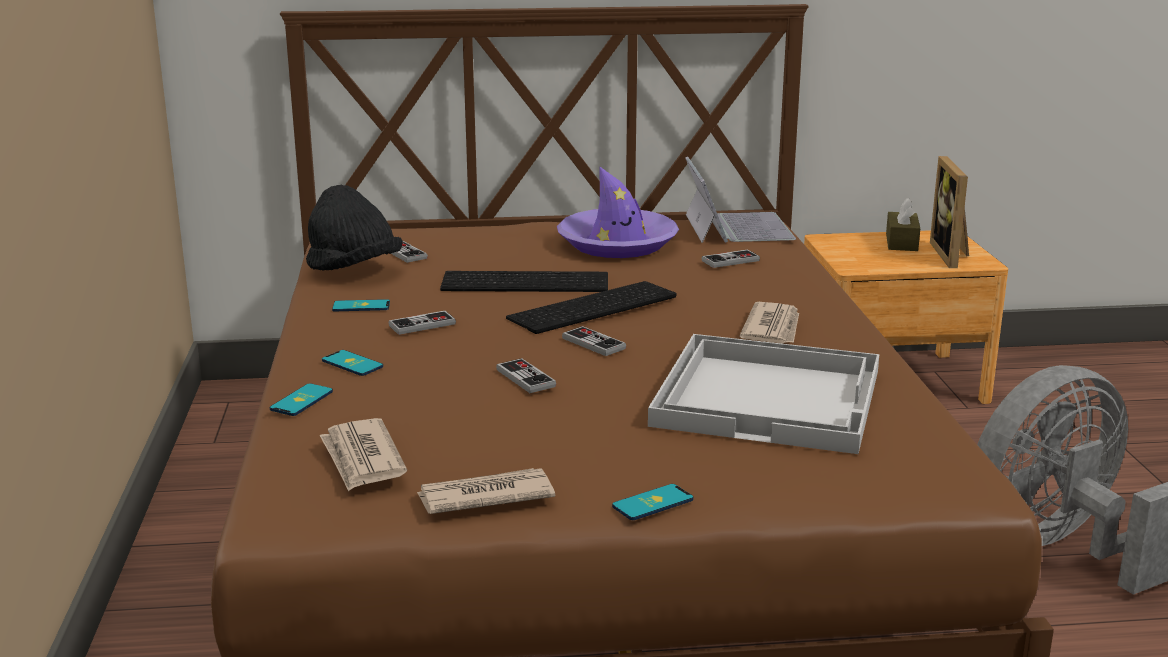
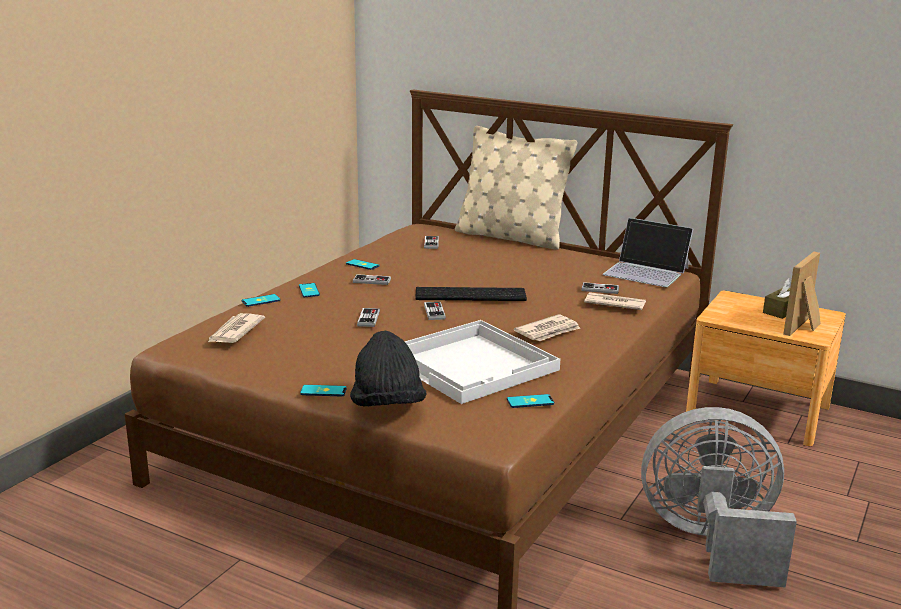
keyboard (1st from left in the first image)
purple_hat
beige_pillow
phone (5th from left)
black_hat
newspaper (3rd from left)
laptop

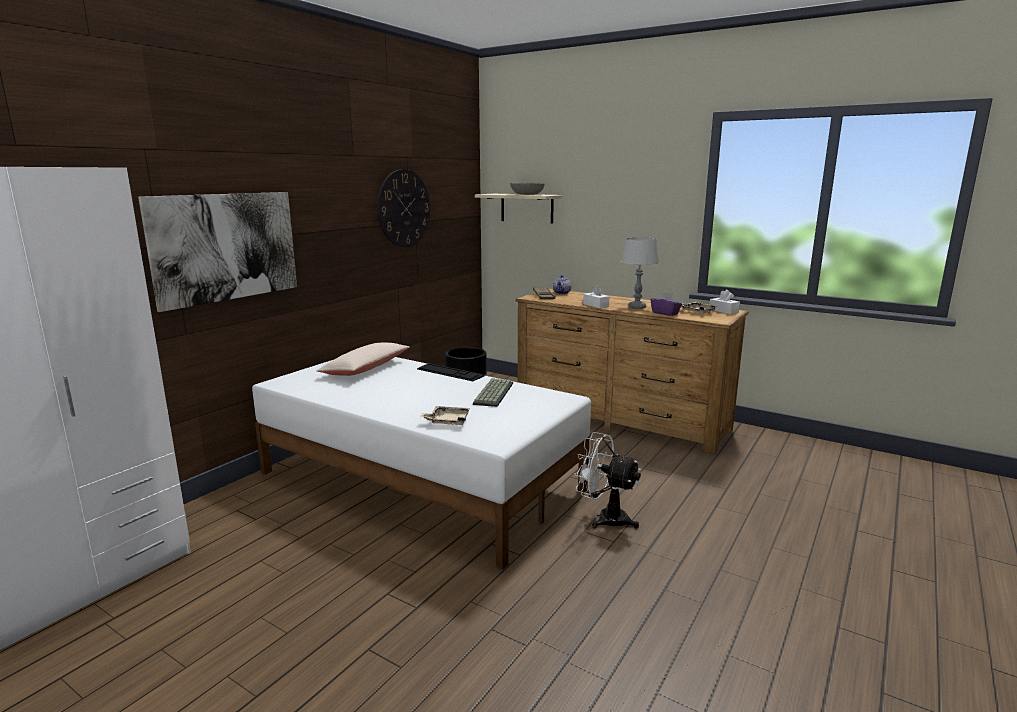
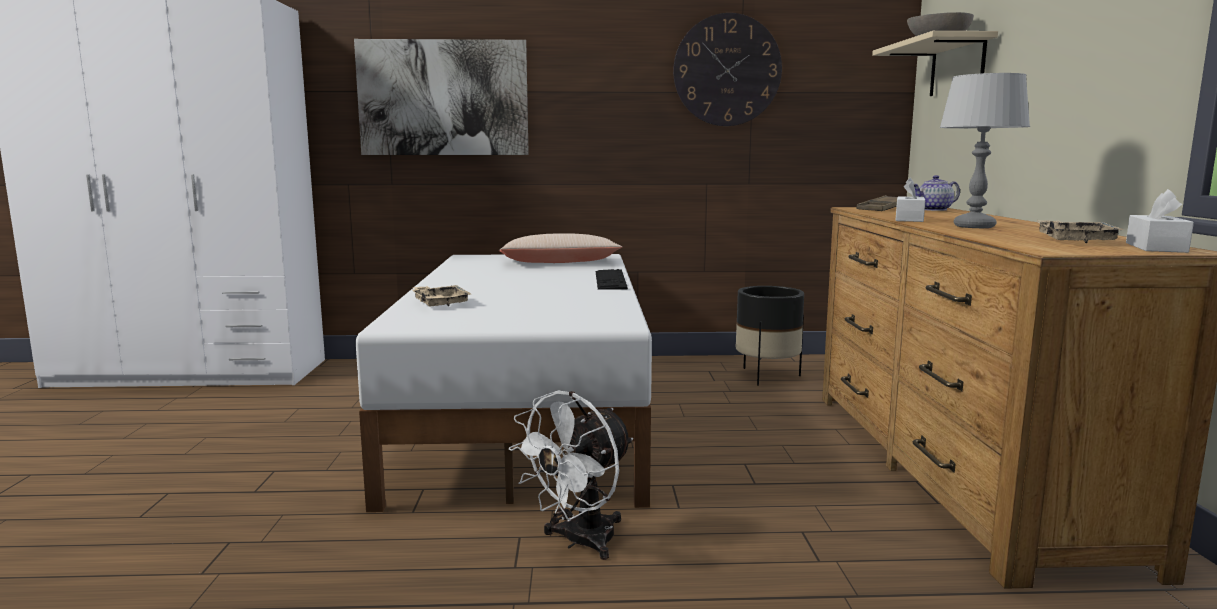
keyboard (2nd from left in the first image)
purple_tissue_box
white_fan

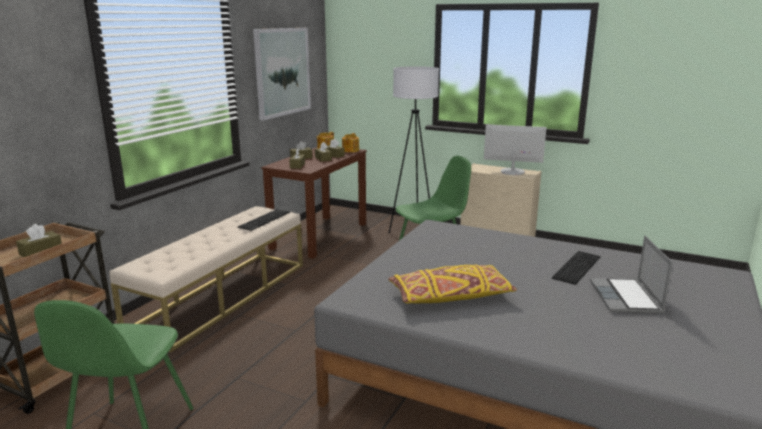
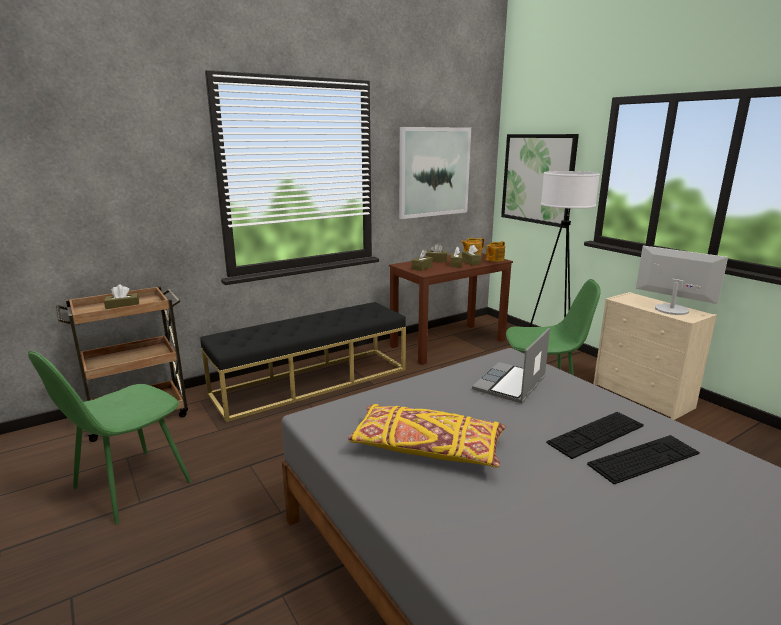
picture (2nd from left)
keyboard (1st from left)
laptop
black_bench

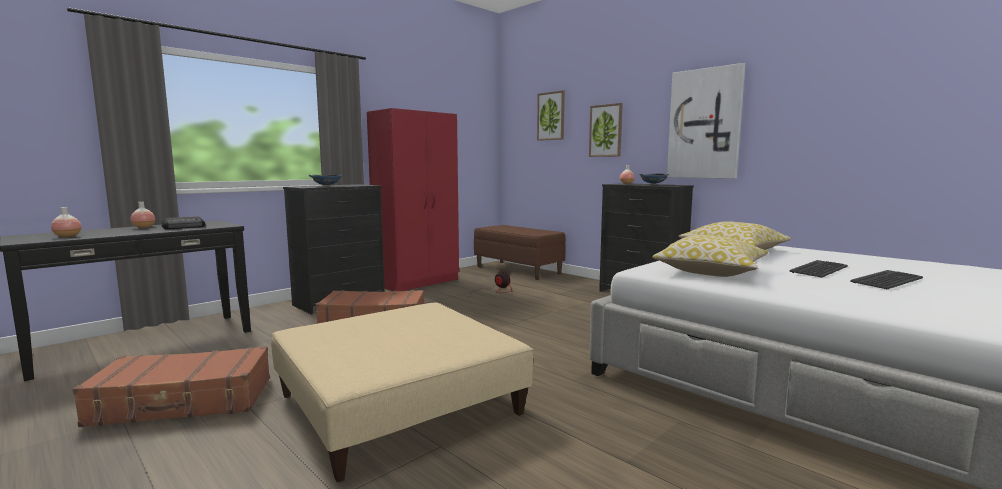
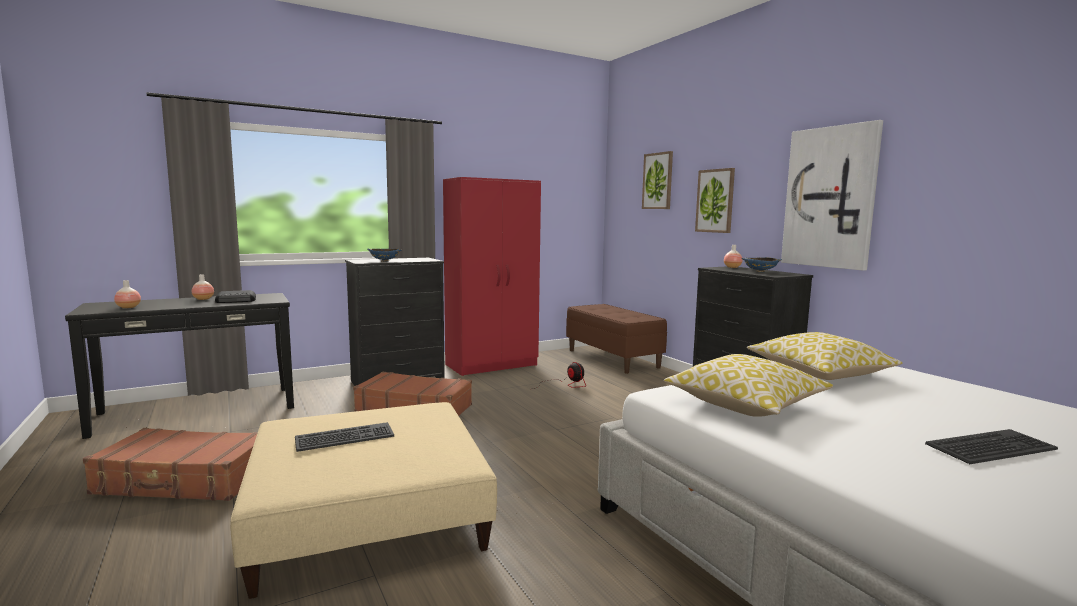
keyboard (1st from left)

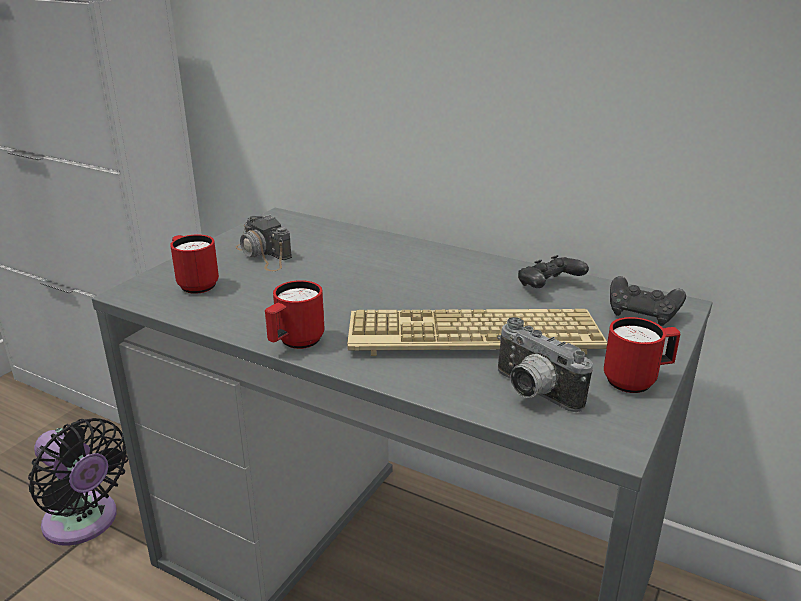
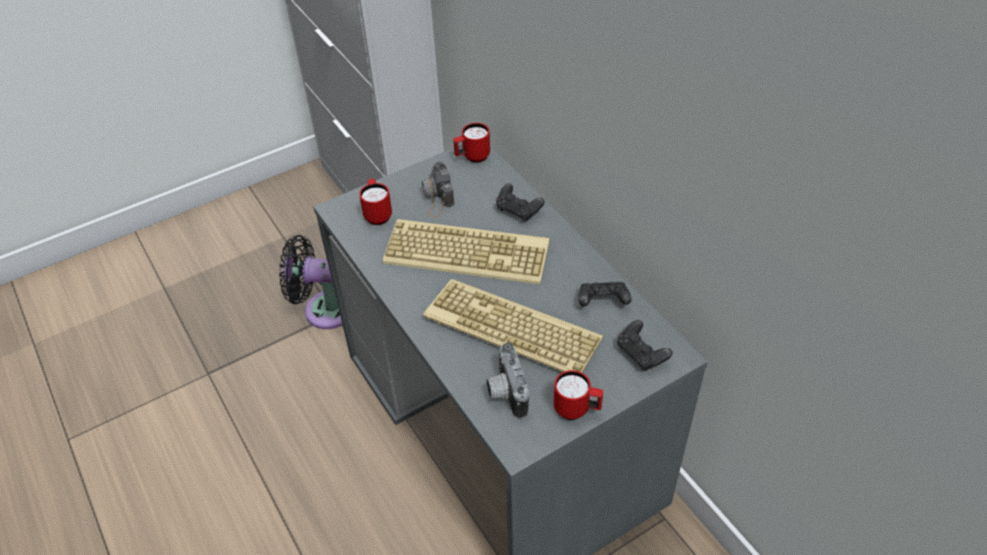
keyboard (1st from left)
black_game_controller (1st from left)
red_mug (2nd from left)
black_fan

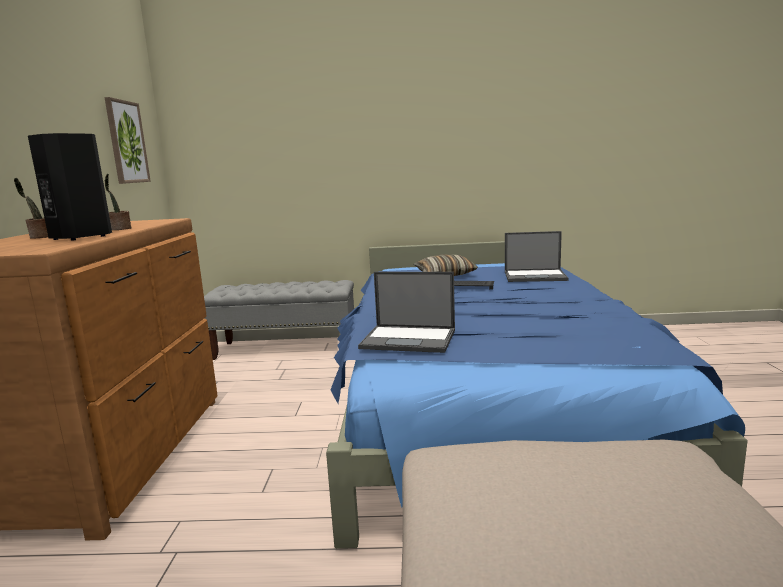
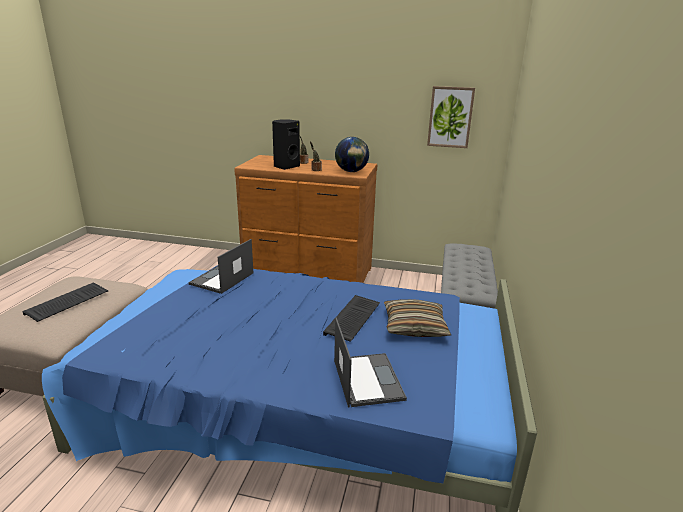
keyboard (1st from left)
globe
laptop (2nd from left)

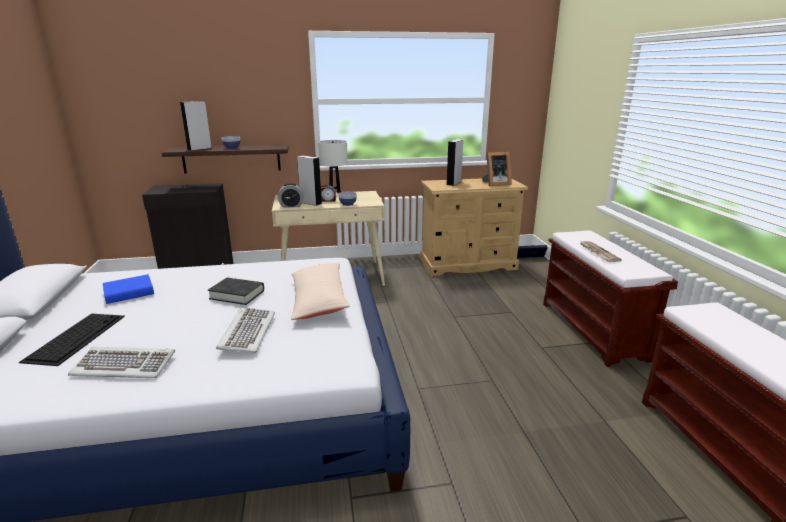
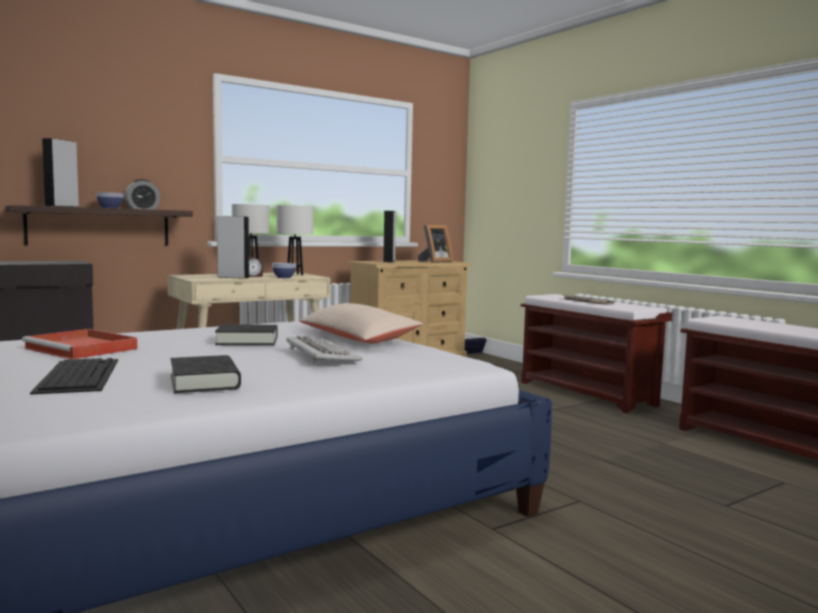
white_table_lamp (2nd from left)
alarm_clock (1st from left)
black_book (1st from left)
red_tray

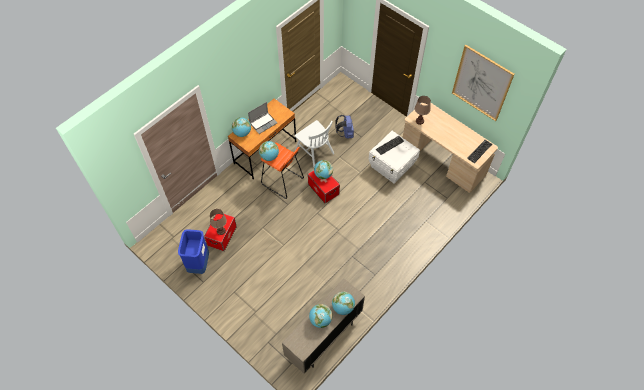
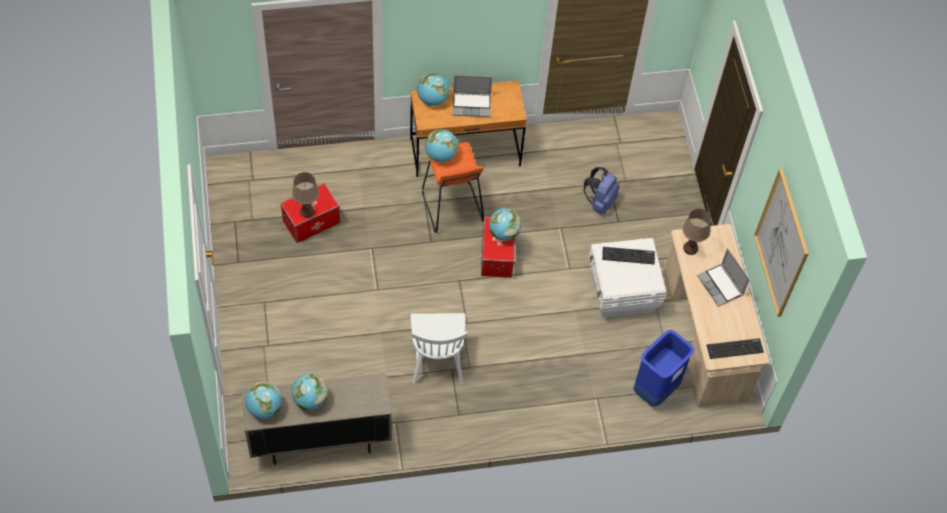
laptop (2nd from left)
blue_trash_can
white_chair
globe (1st from left)

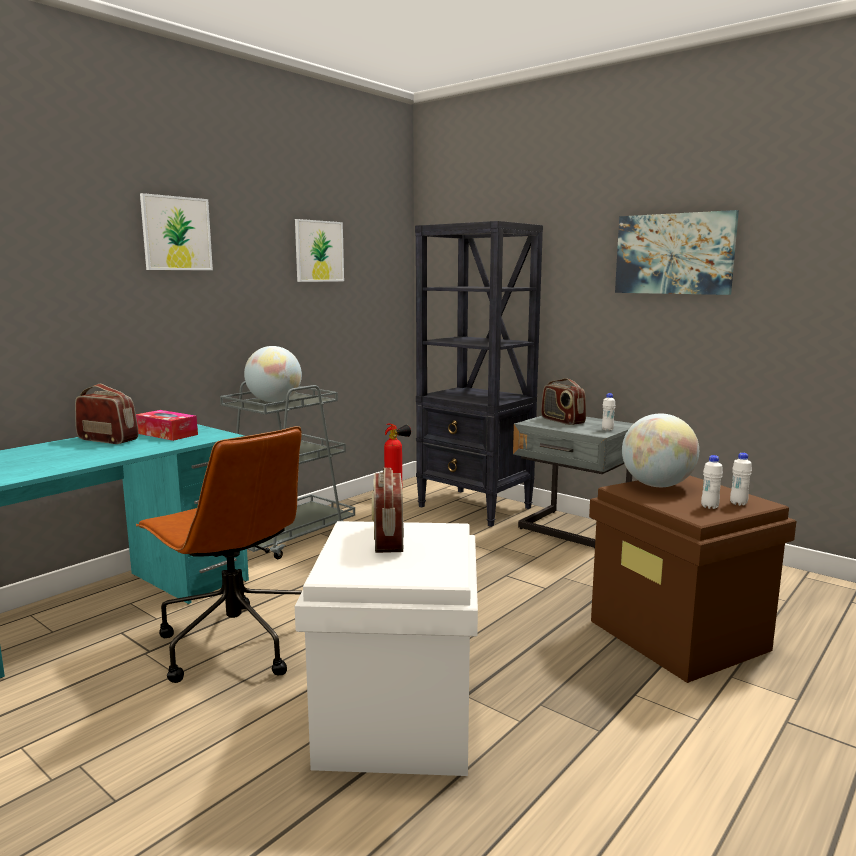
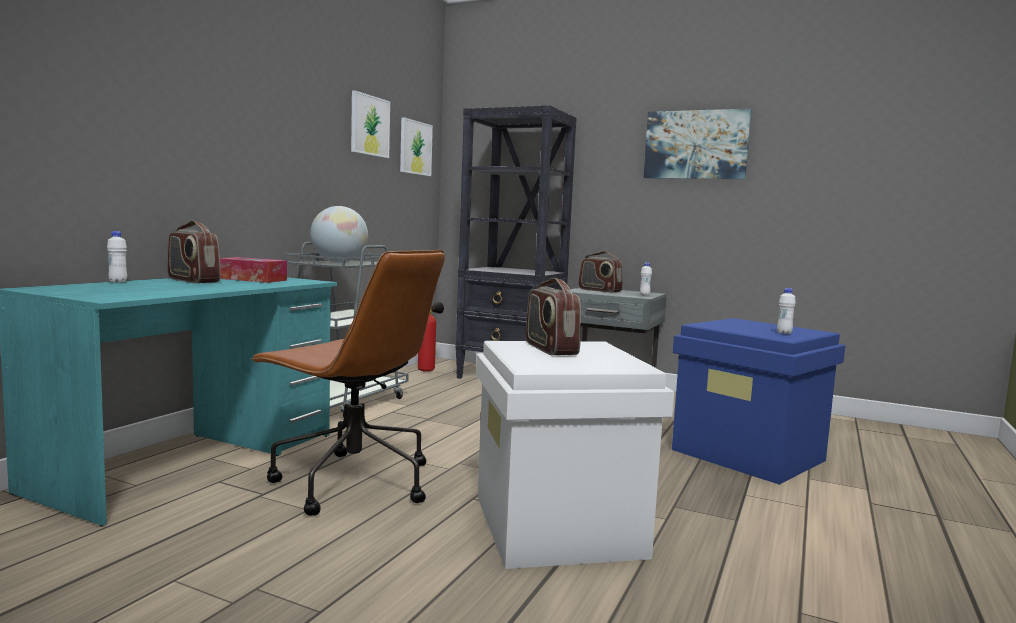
globe (2nd from left in the first image)
picture (2nd from left)
white_bottle (1st from left)
blue_storage_box
radio (1st from left)

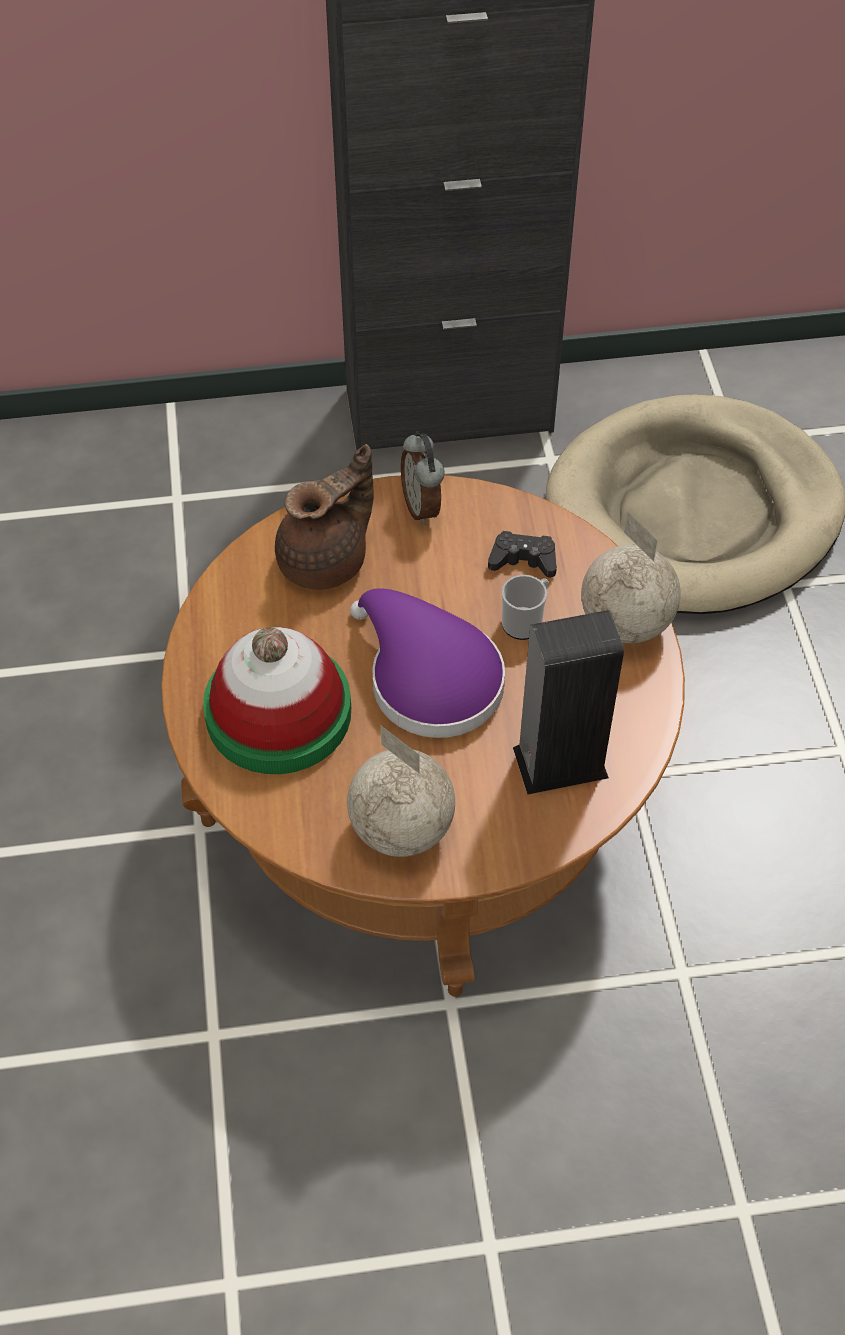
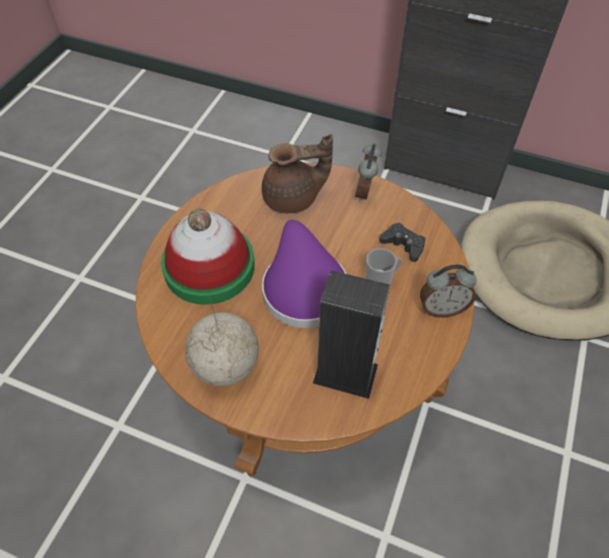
alarm_clock (2nd from left)

